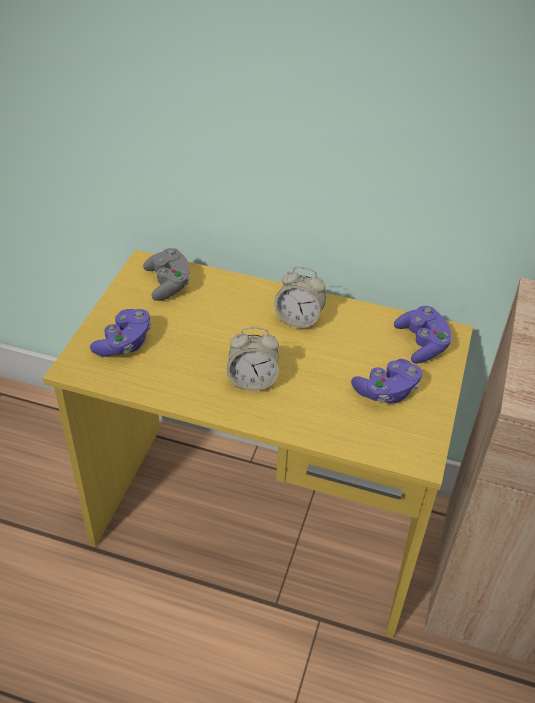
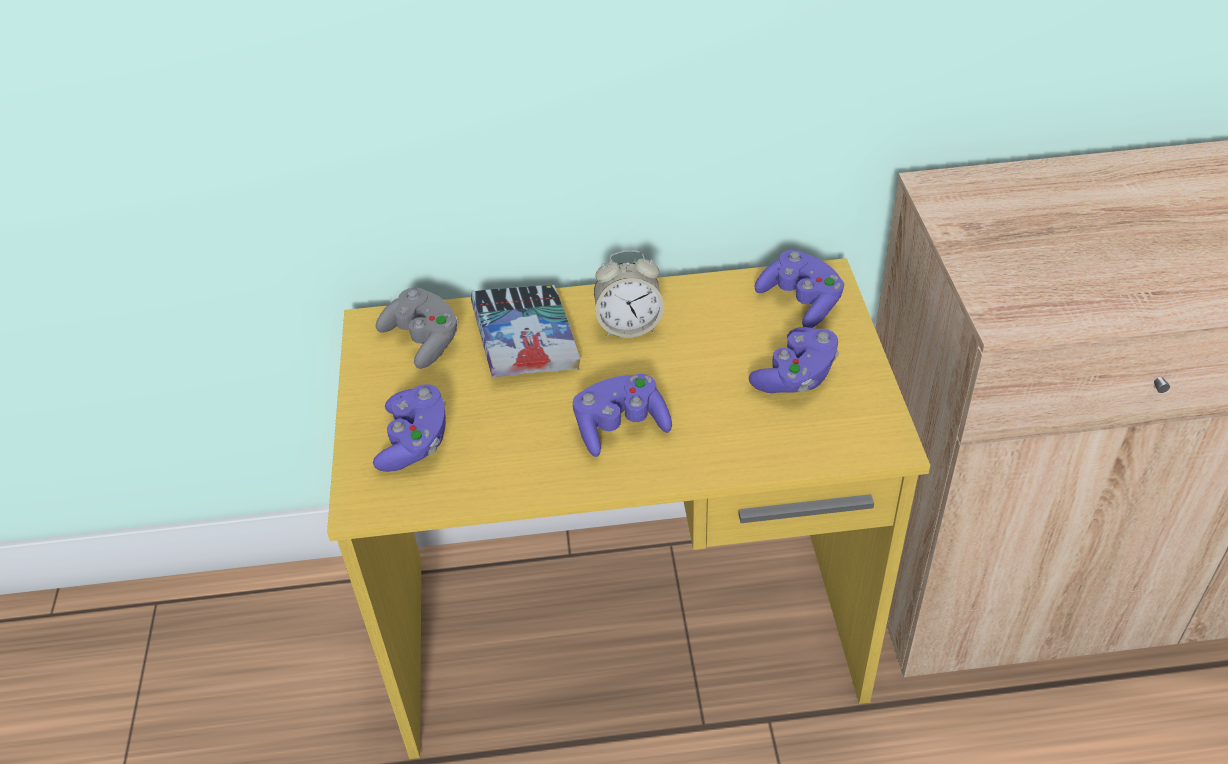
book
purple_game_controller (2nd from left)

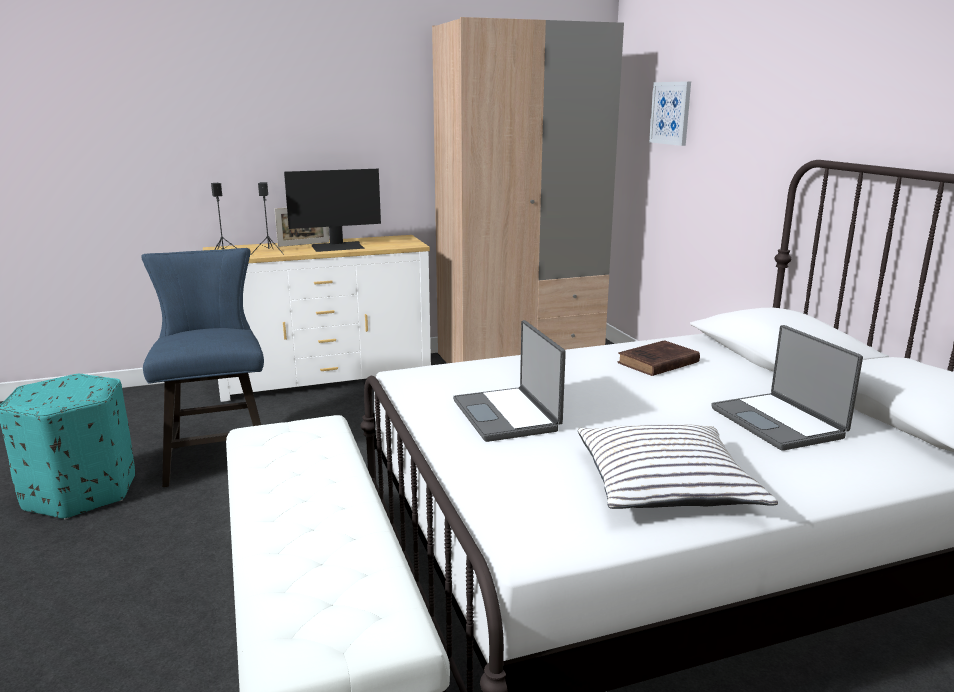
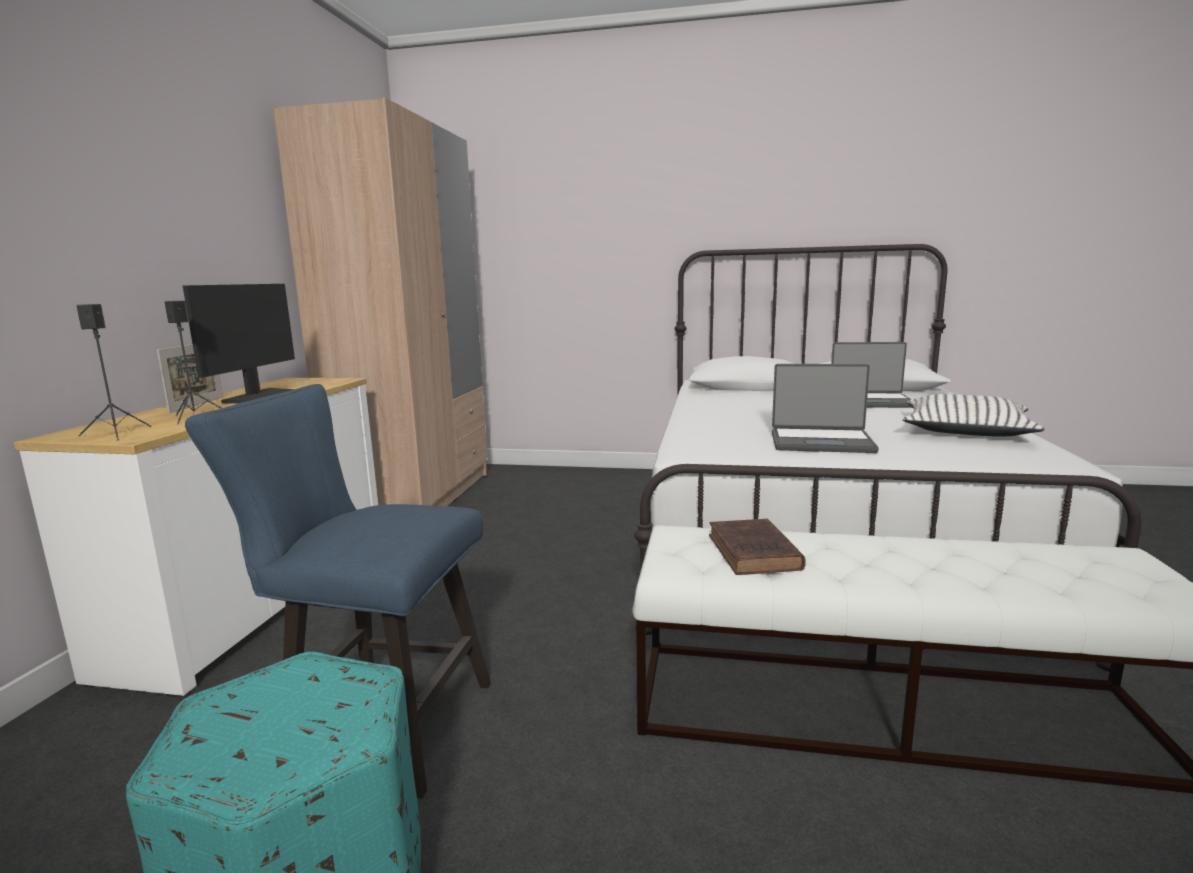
picture
brown_book

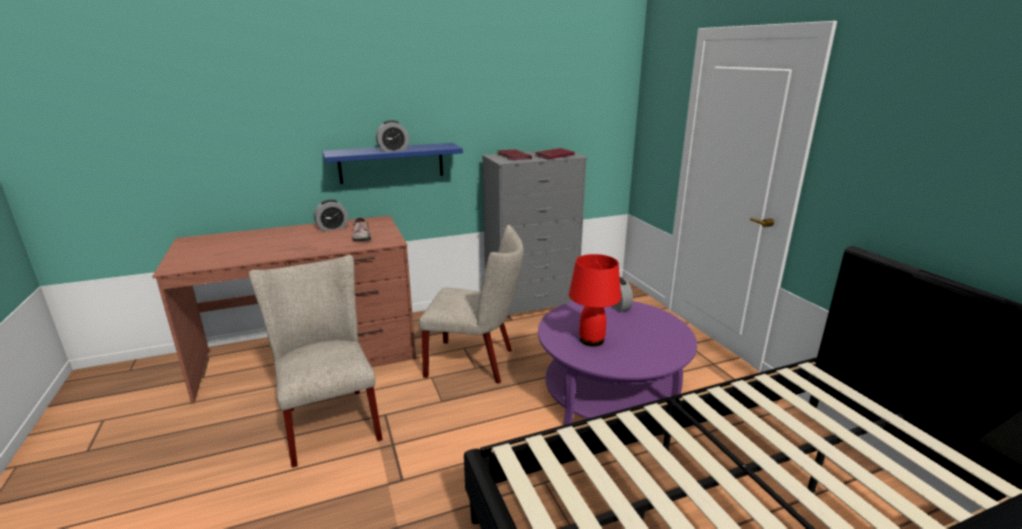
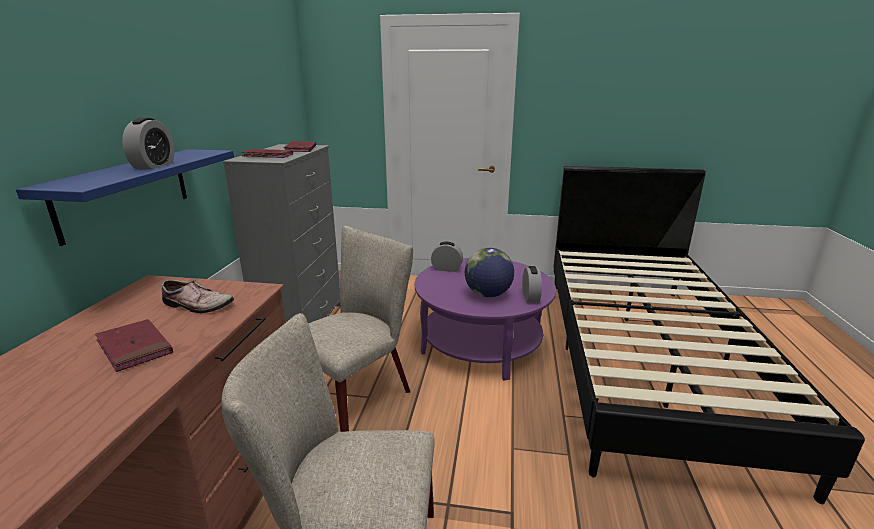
red_book (1st from left)
alarm_clock (3rd from left)
globe

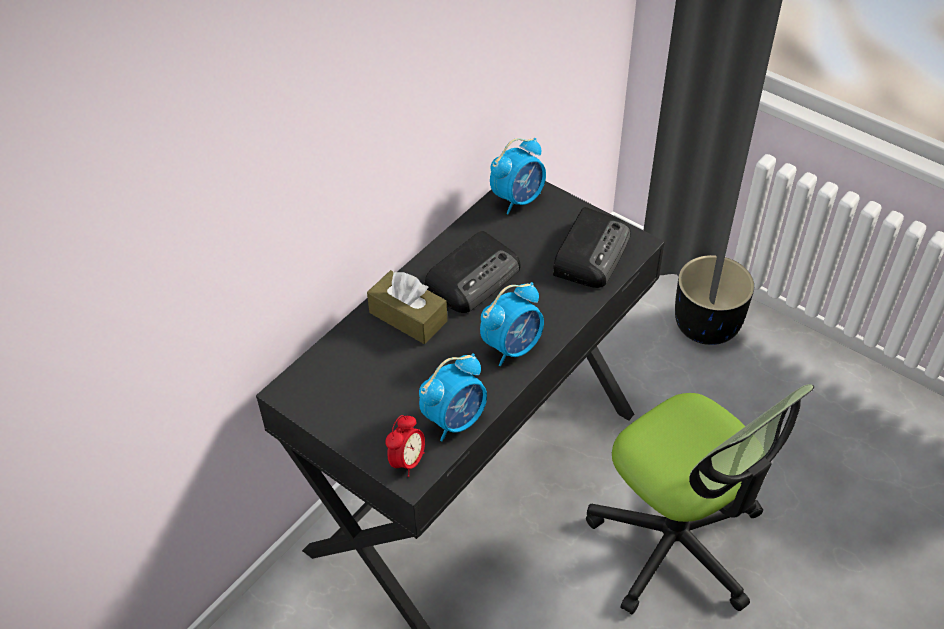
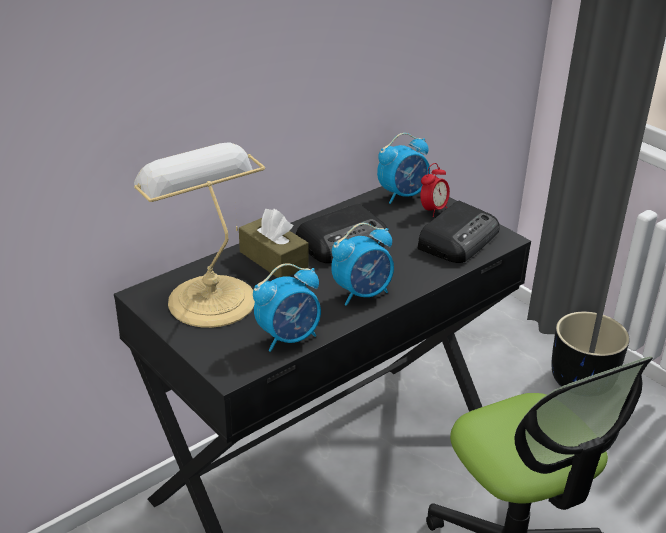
table_lamp
alarm_clock (4th from left)

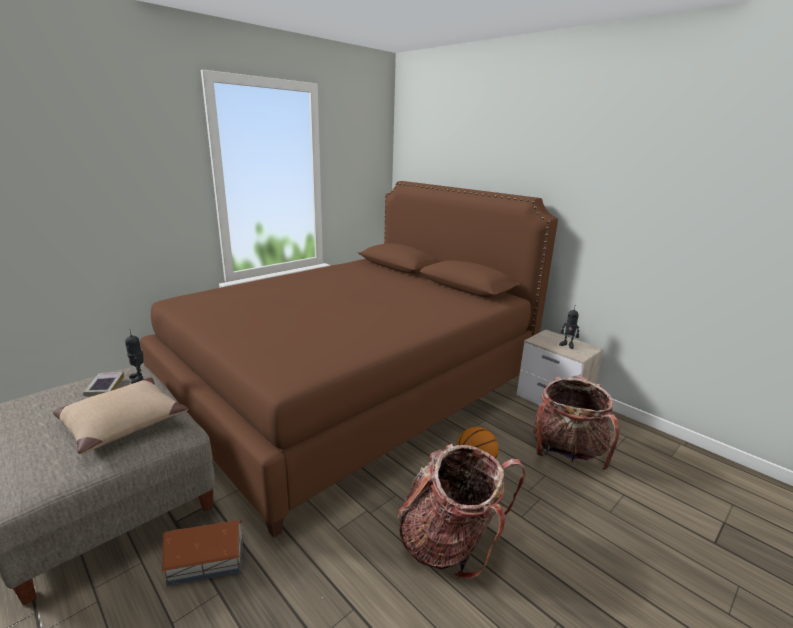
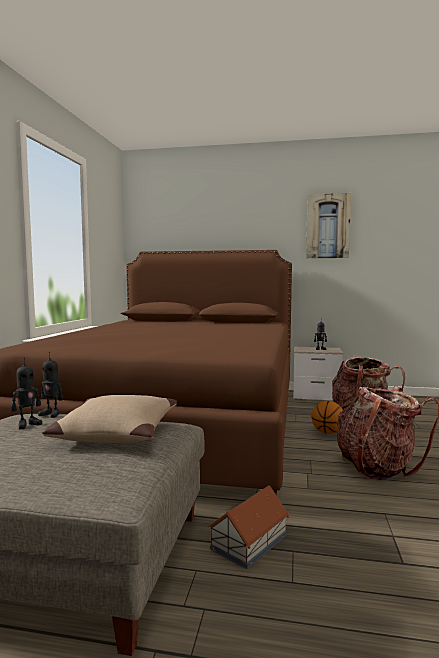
picture
toy_robot (1st from left)

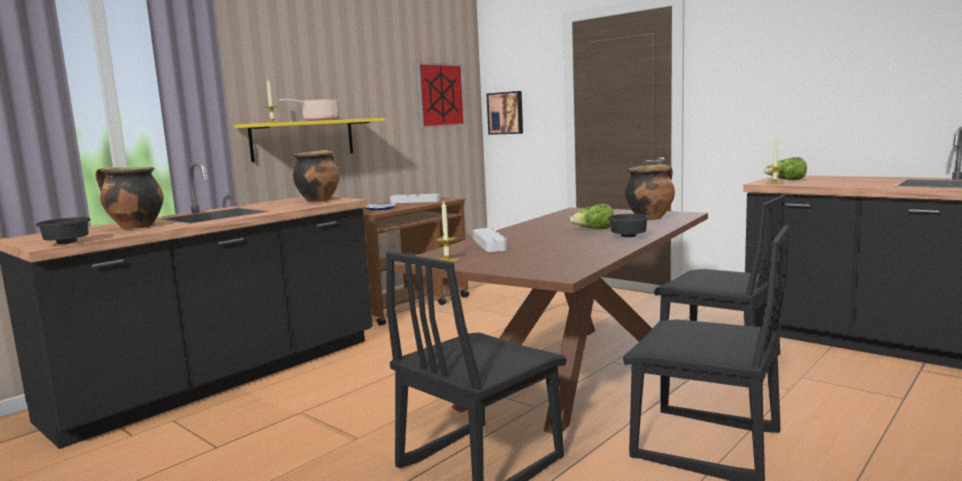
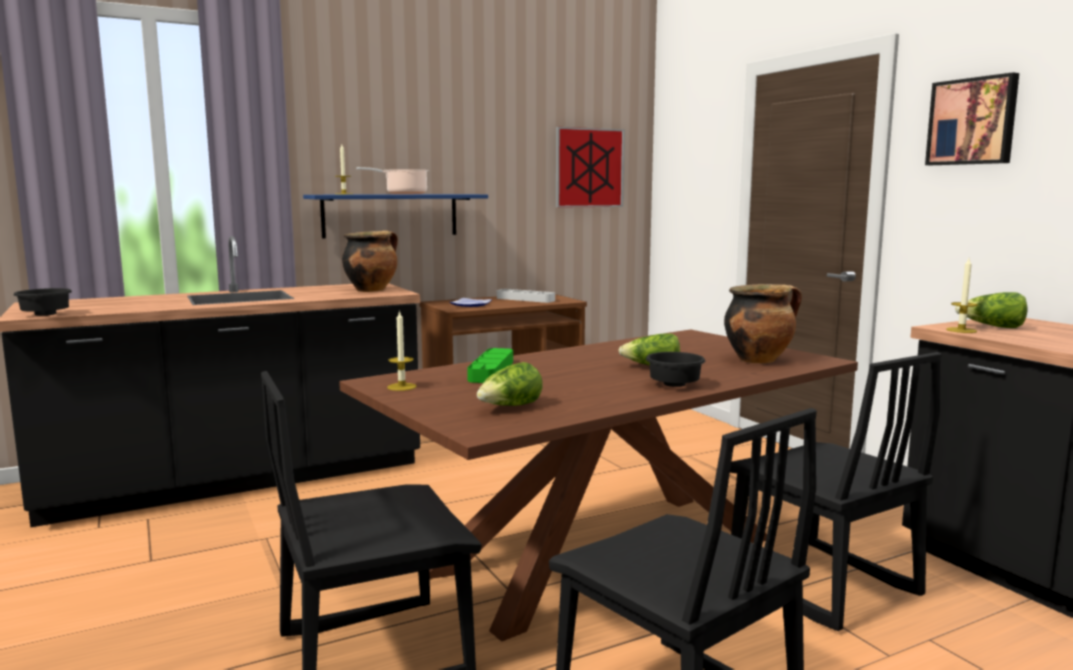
cooking_pot (1st from left in the first image)
lettuce (1st from left)
picture (2nd from left)
blue_shelf
green_tray

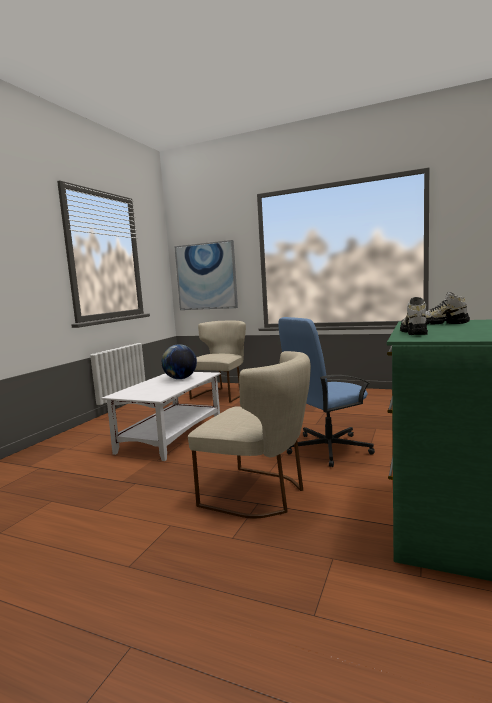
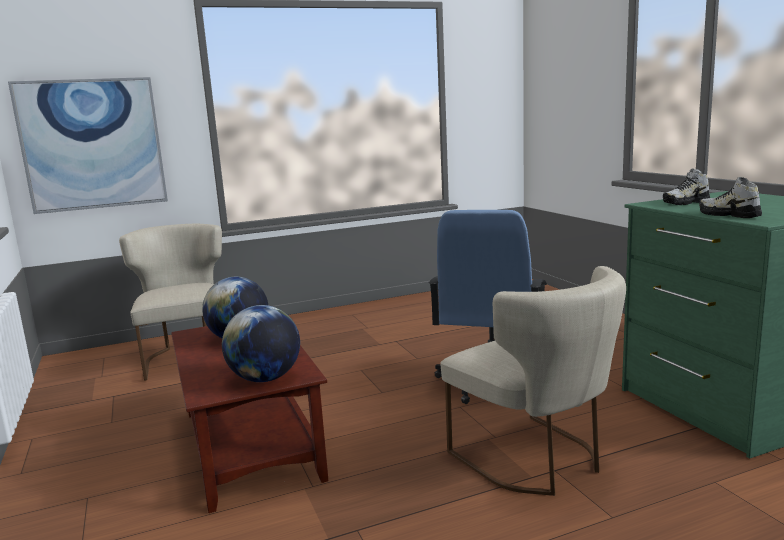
globe (2nd from left)
brown_coffee_table
beige_chair (2nd from left)

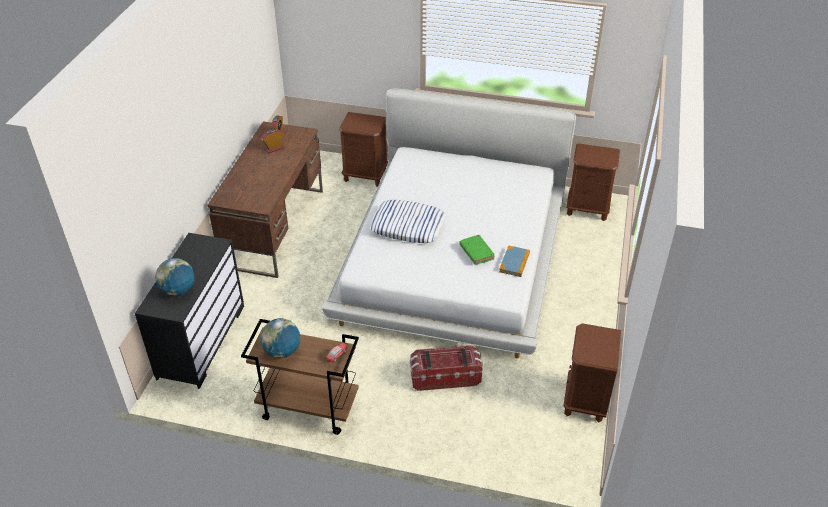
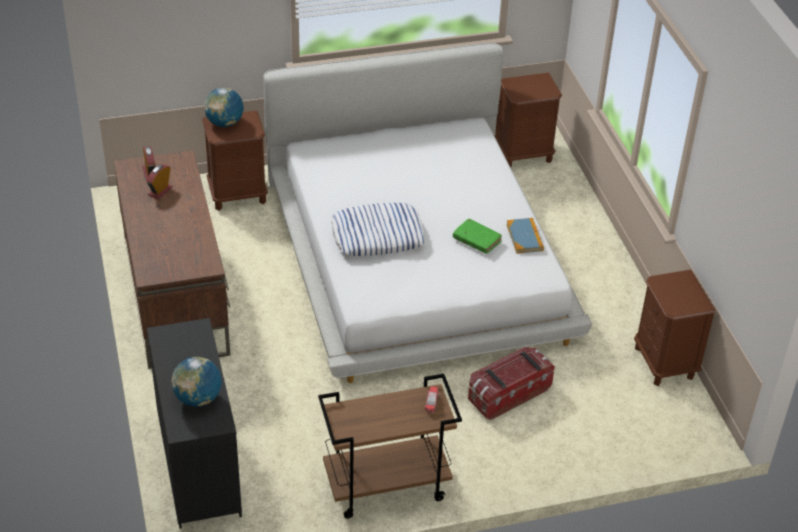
globe (2nd from left)

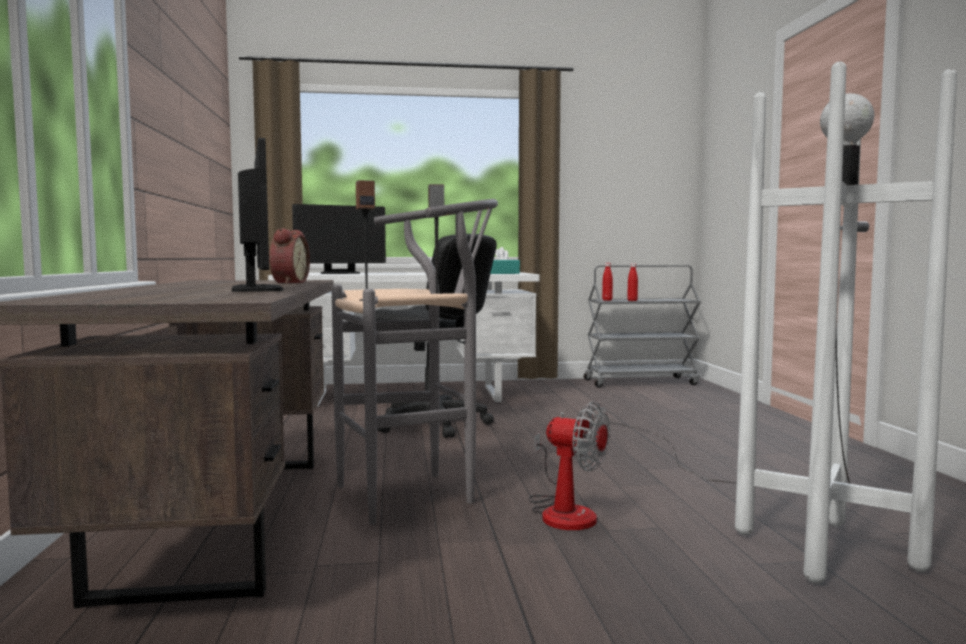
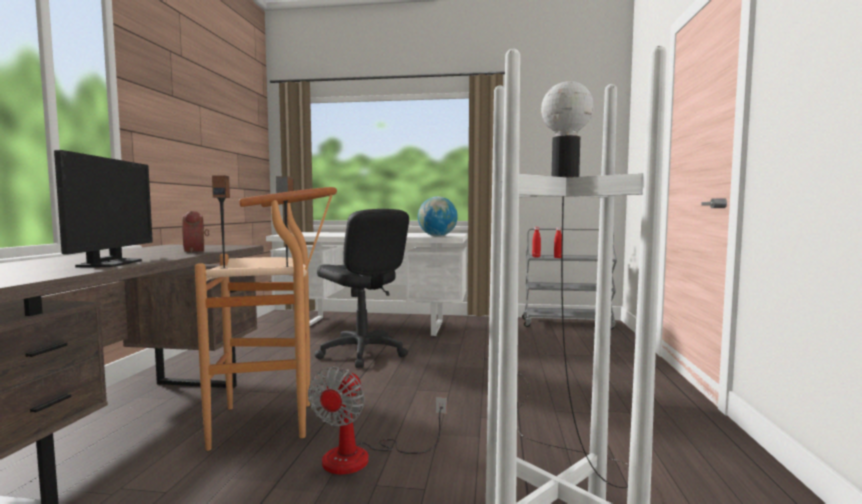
monitor (2nd from left in the first image)
globe
brown_stool
alarm_clock
fan

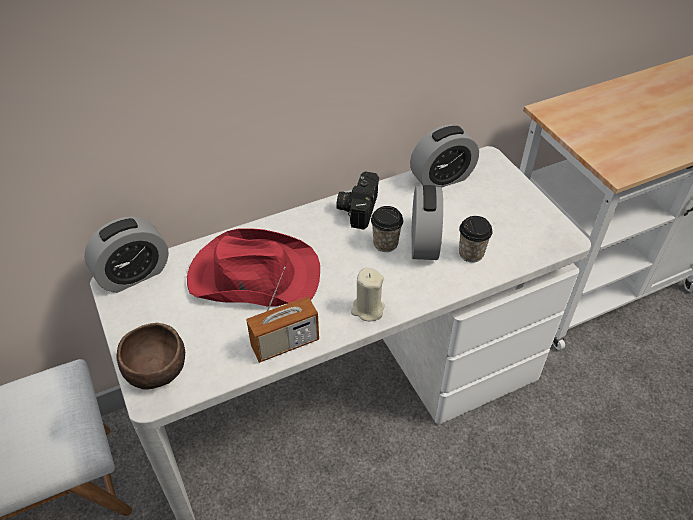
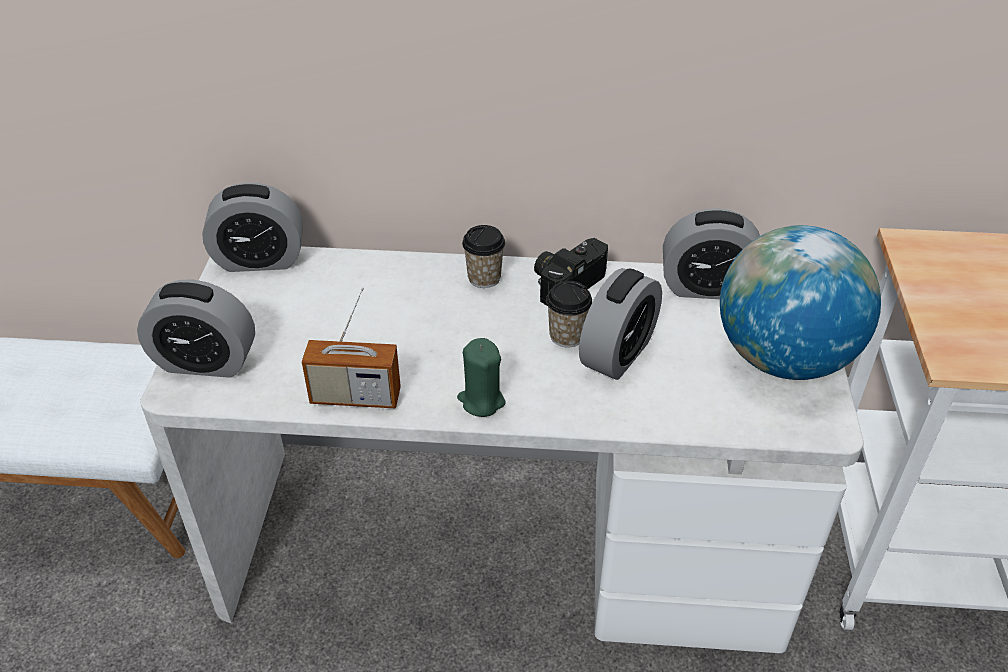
red_hat
globe
cup (1st from left)
alarm_clock (1st from left)
green_candle

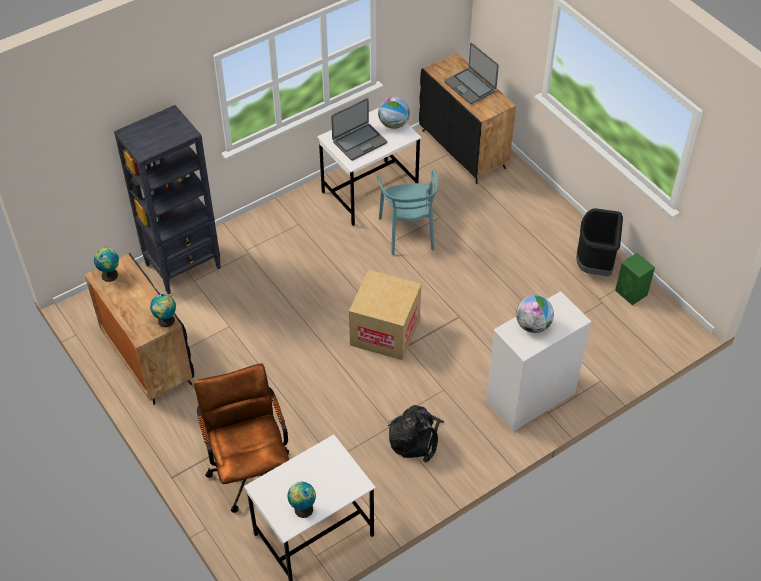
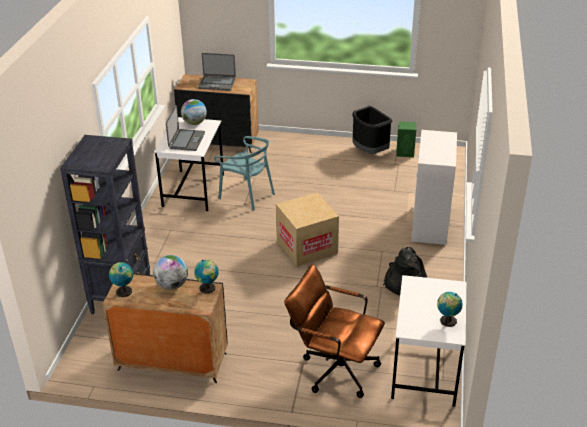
globe (2nd from left)

